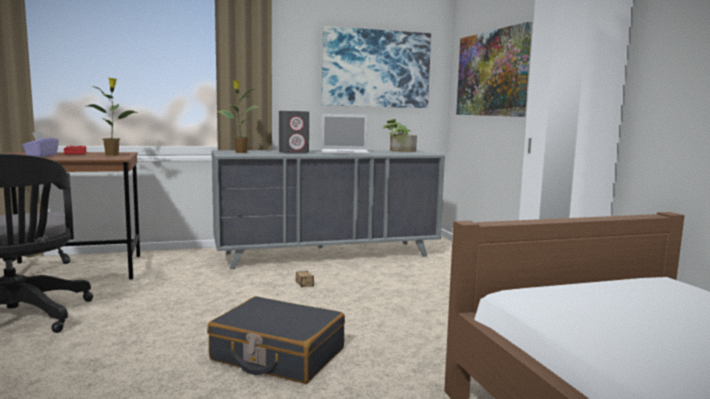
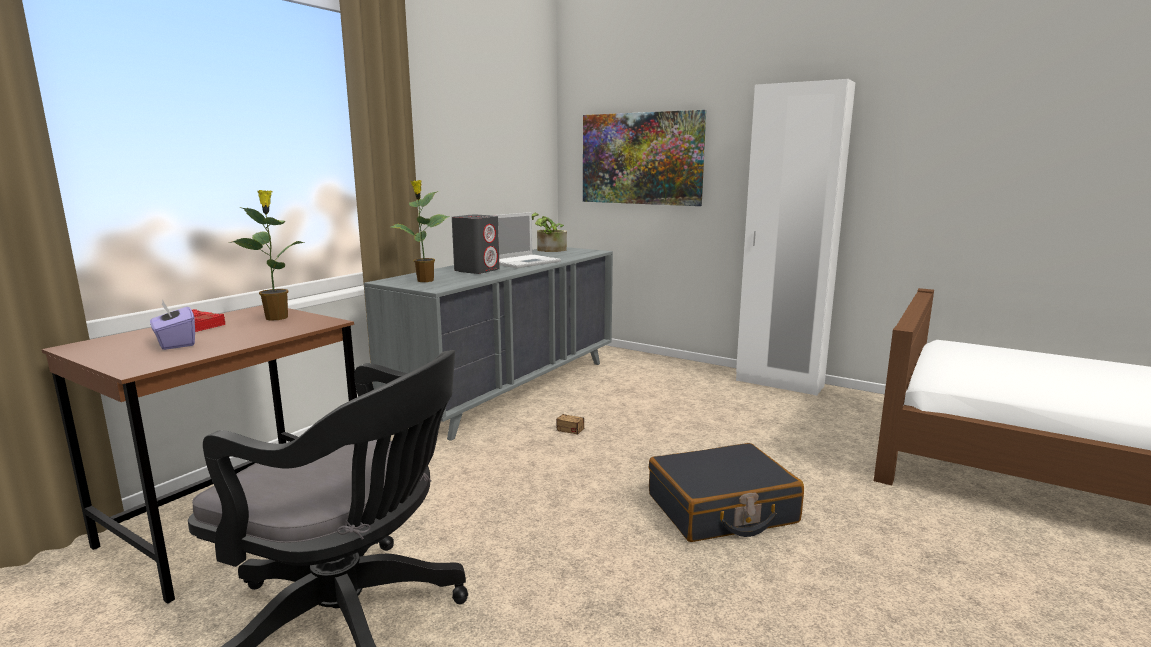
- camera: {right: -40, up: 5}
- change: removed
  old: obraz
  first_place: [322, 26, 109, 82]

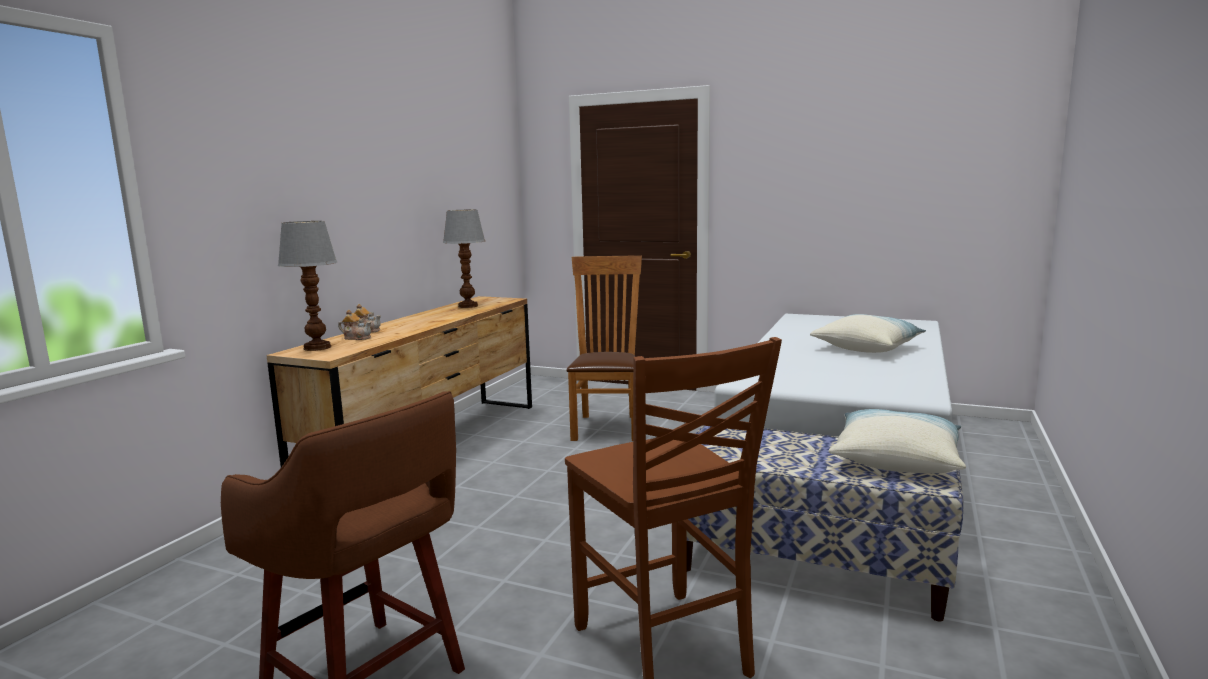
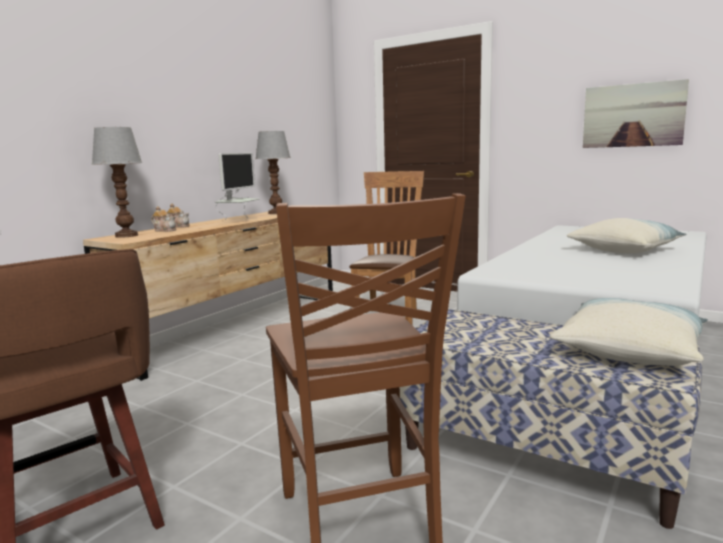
- camera: {right: 10, up: 0}
- change: added
  new: monitor
  second_place: [214, 153, 45, 67]
- change: added
  new: obraz
  second_place: [583, 79, 106, 69]

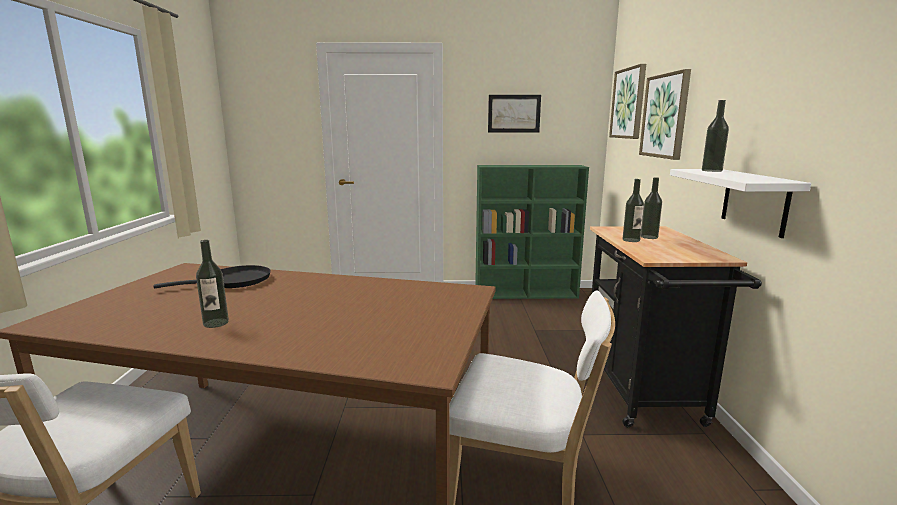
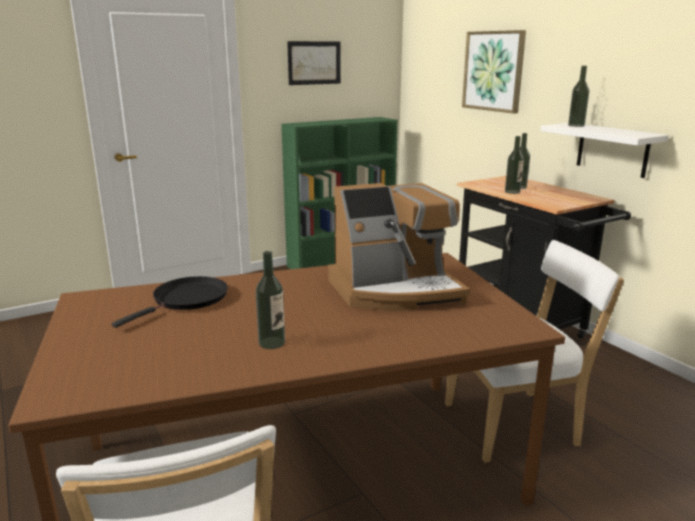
- camera: {right: -30, up: 5}
- change: removed
  old: obraz
  first_place: [609, 64, 37, 75]
- change: added
  new: ekspres do kawy
  second_place: [328, 183, 142, 128]

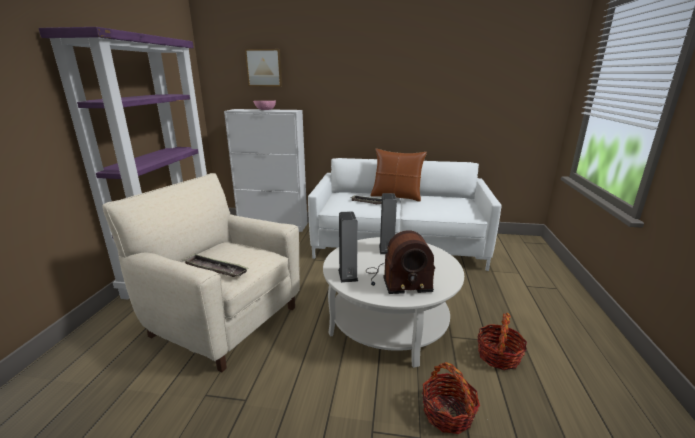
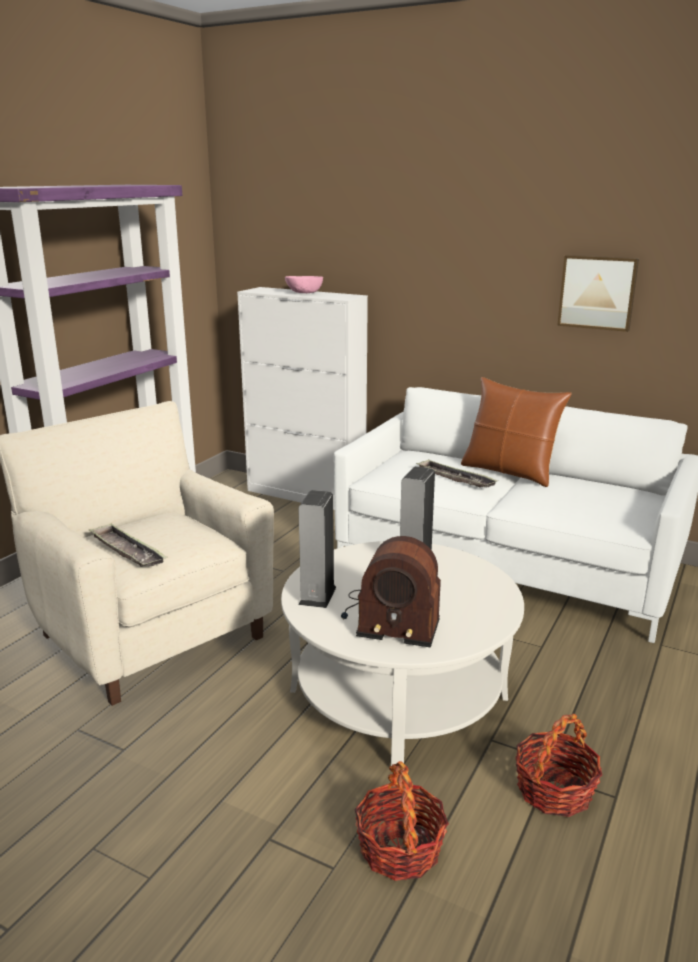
- camera: {right: 20, up: 0}
- change: moved
  old: obraz
  first_place: [245, 49, 37, 37]
  second_place: [557, 255, 82, 77]

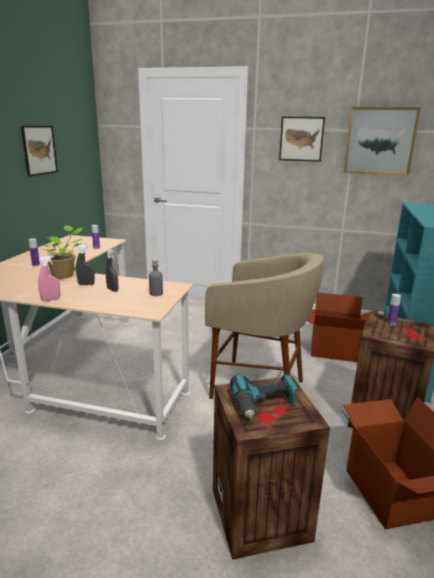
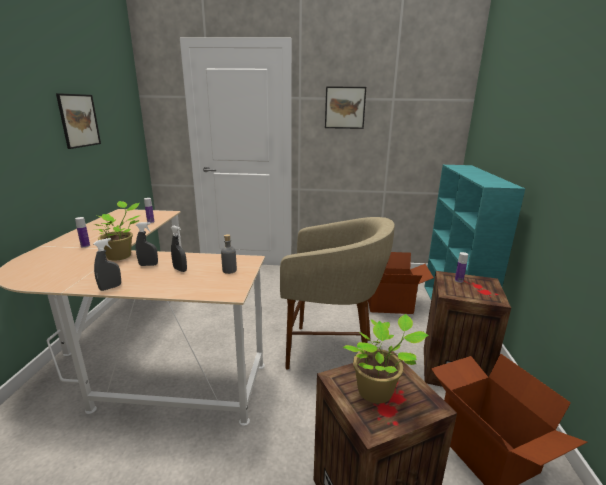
- camera: {right: -10, up: 0}
- change: removed
  old: obraz
  first_place: [344, 107, 77, 69]
- change: replaced
  old: wiertarka
  new: roślina doniczkowa
  first_place: [230, 374, 67, 45]
  second_place: [343, 314, 85, 89]
- change: recoloured
  old: spryskiwacz (różowy)
  new: spryskiwacz (szary)
  first_place: [38, 255, 22, 46]
  second_place: [93, 238, 28, 53]

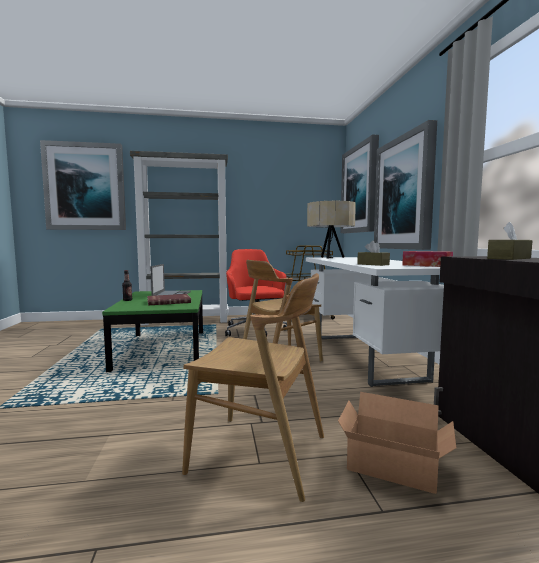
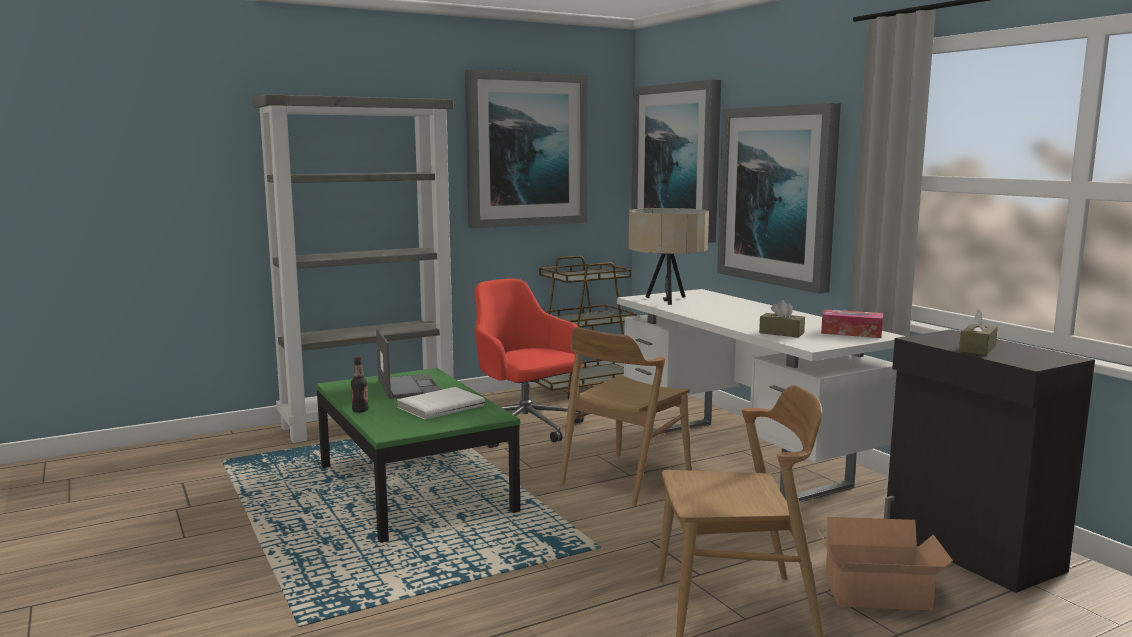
- camera: {right: -20, up: 5}
- change: moved
  old: obraz
  first_place: [40, 140, 86, 90]
  second_place: [465, 69, 123, 159]
- change: recoloured
  old: książka (czerwony)
  new: książka (biały)
  first_place: [147, 294, 44, 12]
  second_place: [397, 387, 88, 33]

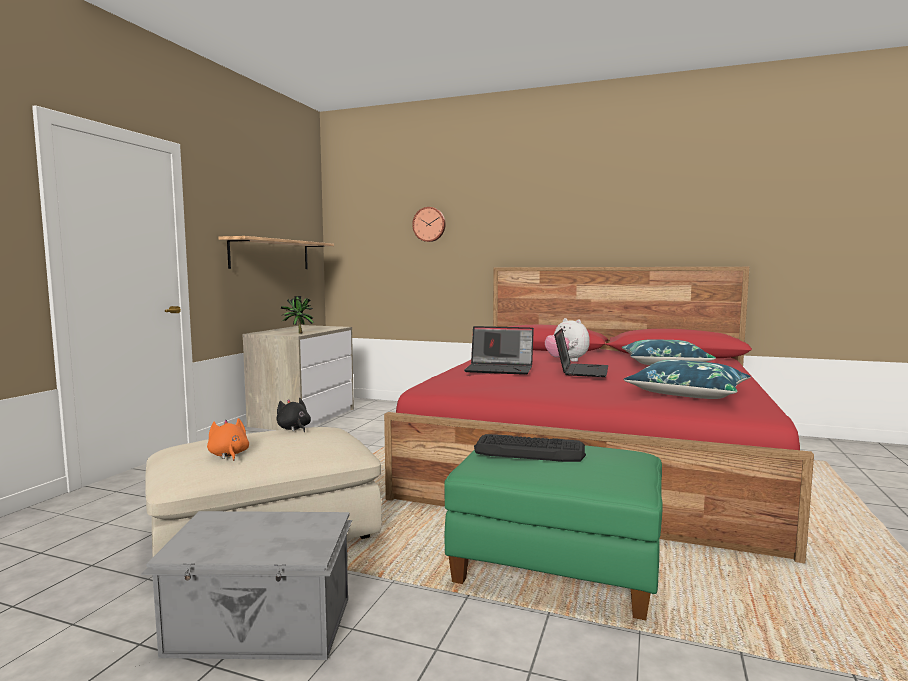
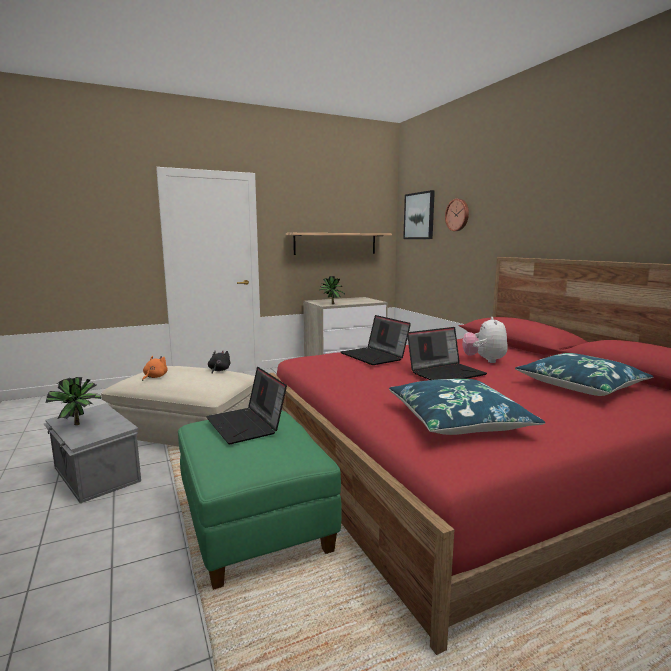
- camera: {right: 45, up: 5}
- change: added
  new: roślina doniczkowa
  second_place: [46, 377, 55, 48]
- change: added
  new: obraz
  second_place: [403, 190, 32, 49]
- change: replaced
  old: klawiatura
  new: laptop
  first_place: [474, 434, 112, 28]
  second_place: [206, 367, 81, 77]

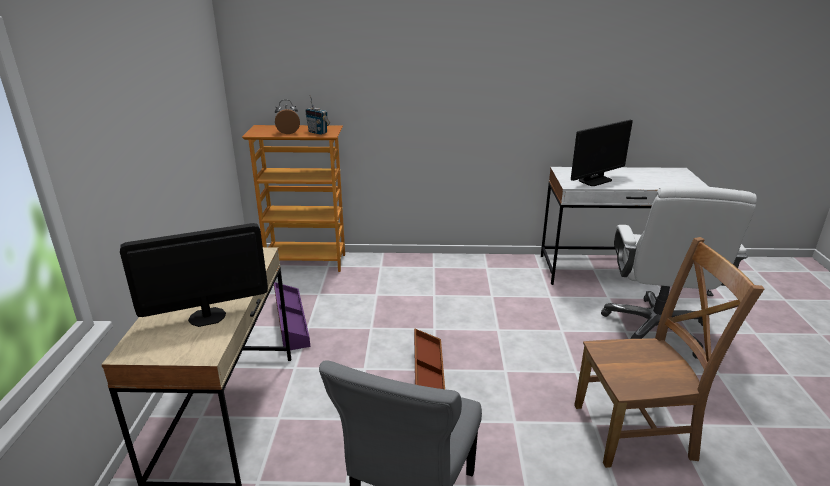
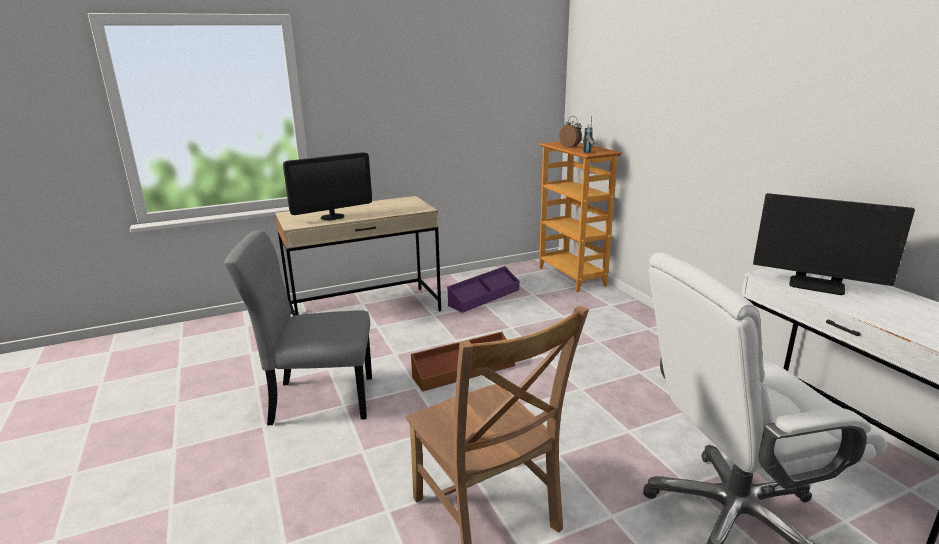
- camera: {right: 65, up: -5}
- change: turned
  old: monitor
  first_place: [120, 223, 148, 104]
  second_place: [283, 152, 89, 68]
  degrees: 105

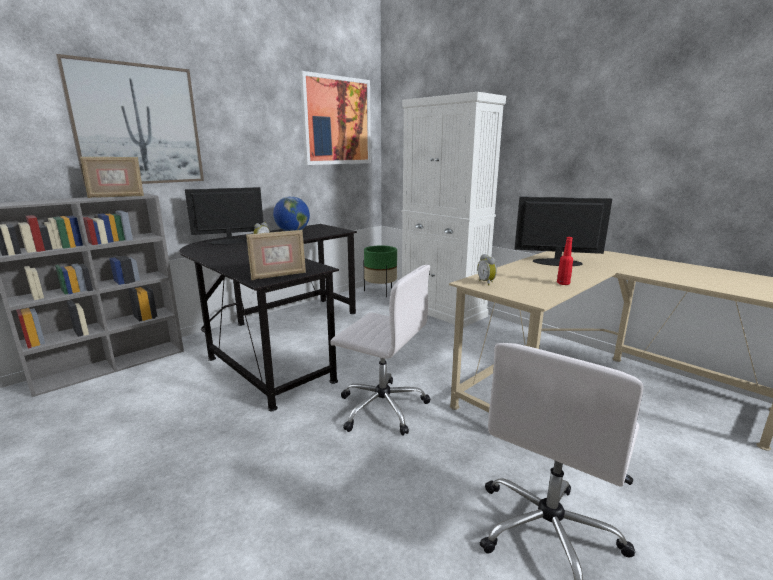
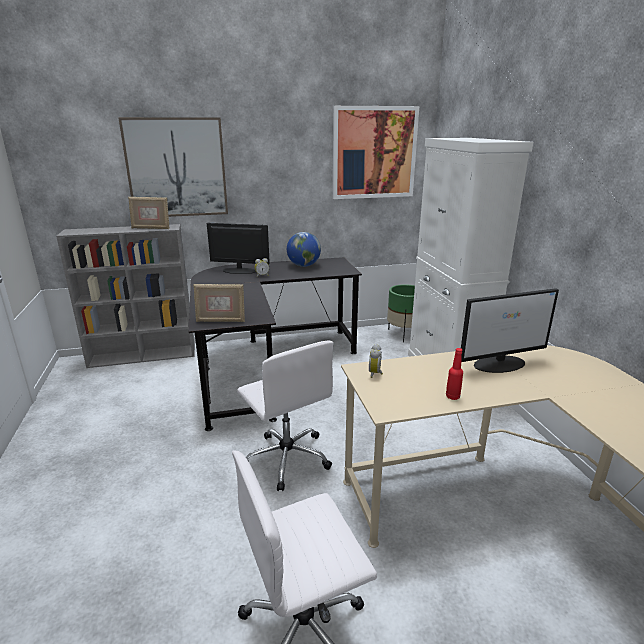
- camera: {right: 30, up: 5}
- change: turned
  old: monitor
  first_place: [514, 196, 98, 70]
  second_place: [461, 288, 98, 85]
  degrees: 120

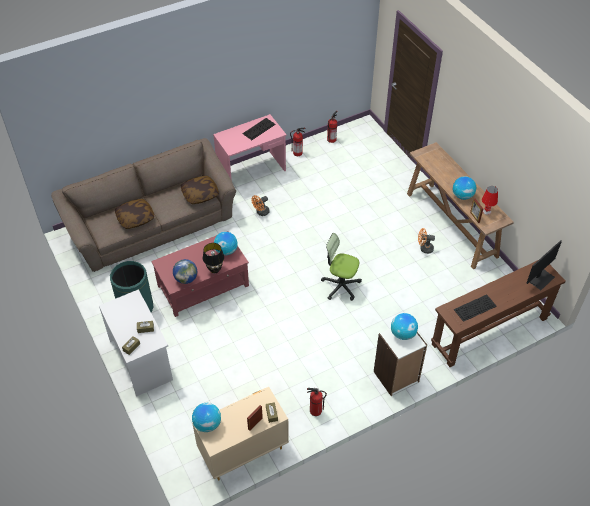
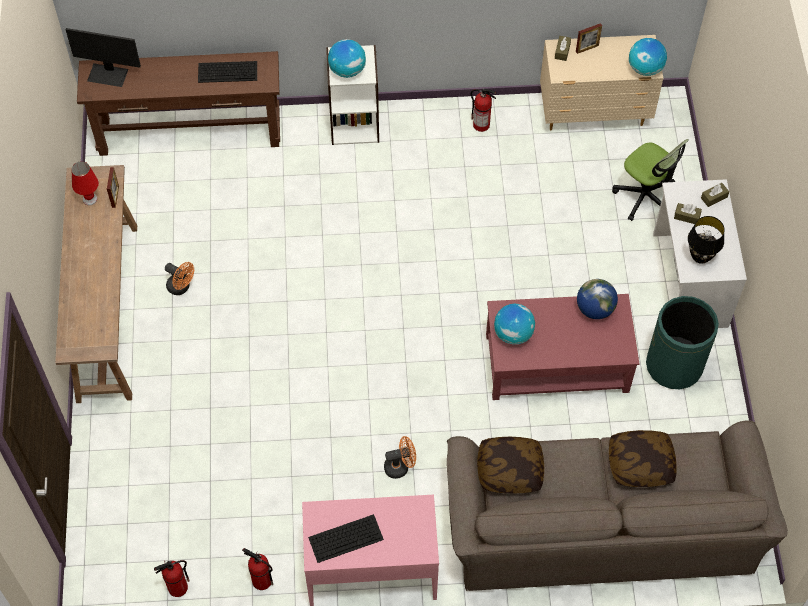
- camera: {right: -155, up: 10}
- change: removed
  old: globus
  first_place: [452, 176, 24, 24]
- change: moved
  old: lampa stołowa (czarny)
  first_place: [203, 243, 21, 30]
  second_place: [688, 216, 37, 48]
- change: moved
  old: krzesło biurowe
  first_place: [321, 233, 41, 68]
  second_place: [612, 139, 77, 82]
- change: turned
  old: monitor
  first_place: [527, 240, 35, 50]
  second_place: [66, 28, 75, 59]
  degrees: -150

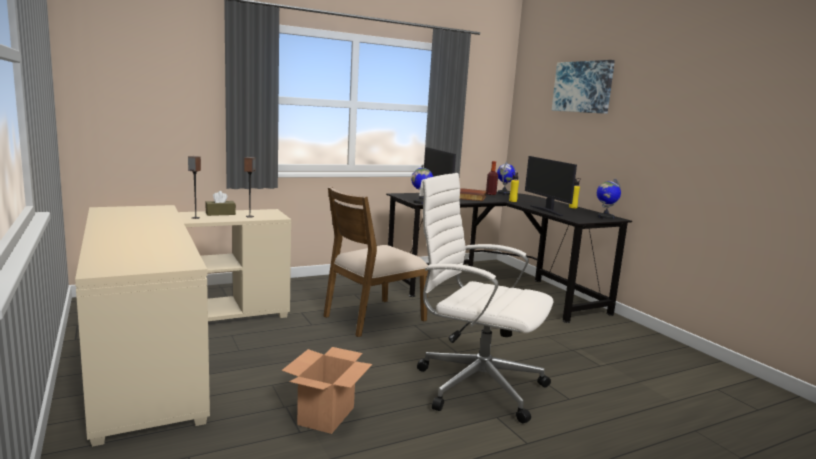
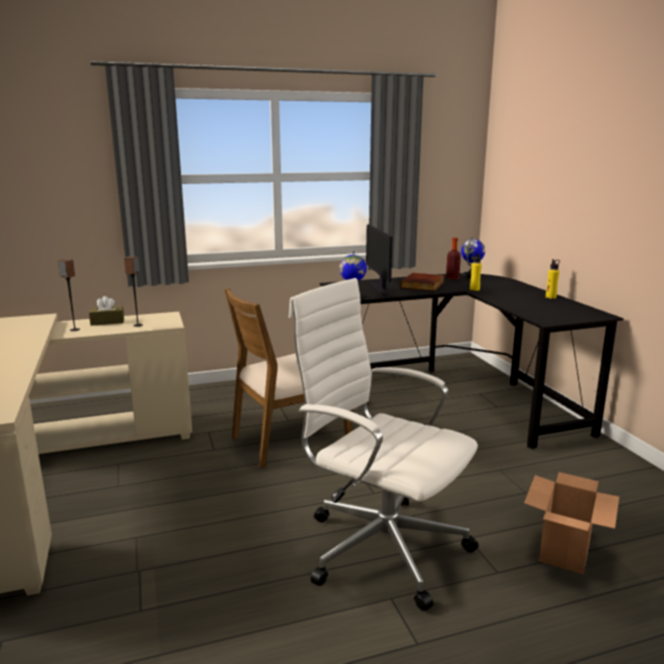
- camera: {right: 10, up: 5}
- change: removed
  old: monitor
  first_place: [525, 156, 52, 60]
- change: removed
  old: obraz
  first_place: [552, 60, 63, 54]
- change: removed
  old: globus
  first_place: [597, 179, 24, 40]
- change: moved
  old: karton
  first_place: [282, 347, 90, 87]
  second_place: [524, 472, 95, 102]

